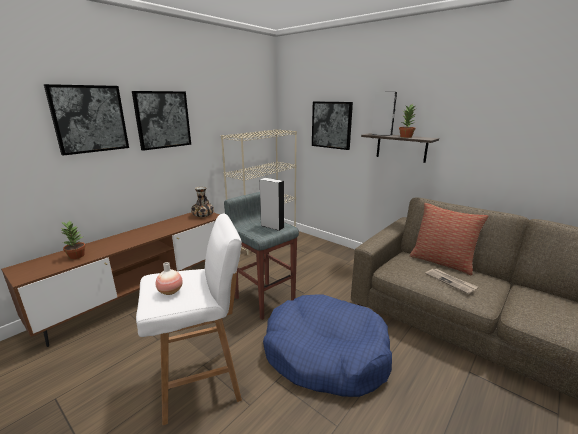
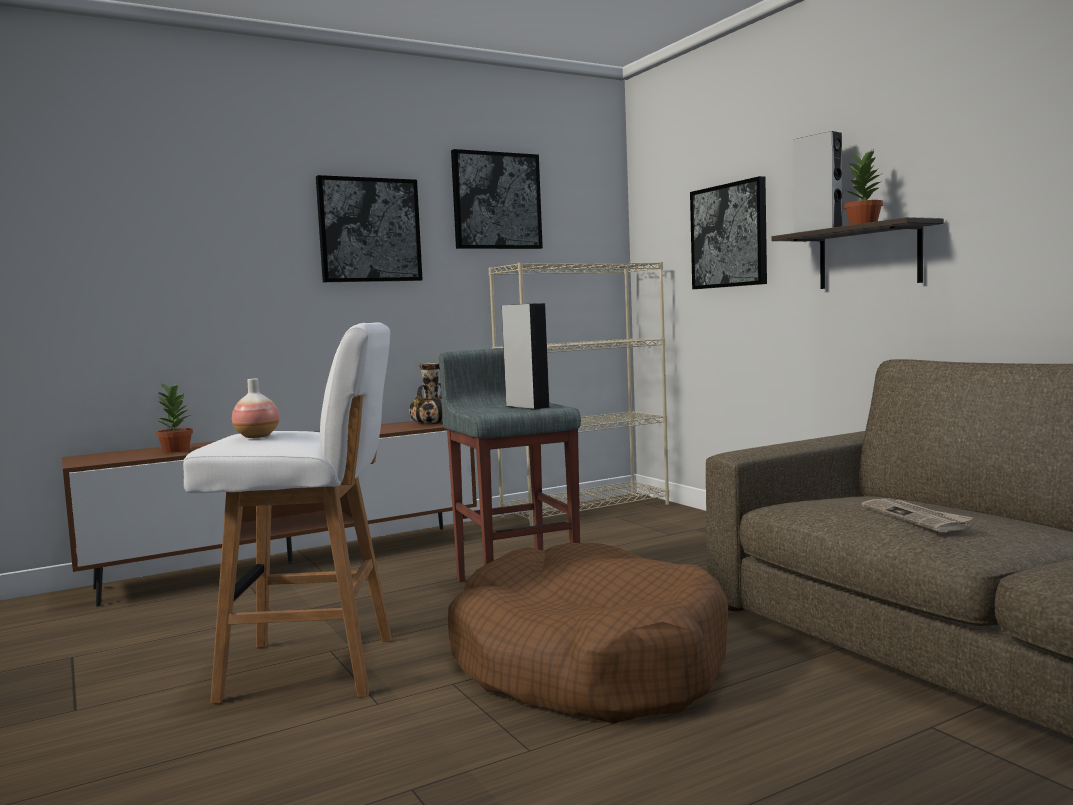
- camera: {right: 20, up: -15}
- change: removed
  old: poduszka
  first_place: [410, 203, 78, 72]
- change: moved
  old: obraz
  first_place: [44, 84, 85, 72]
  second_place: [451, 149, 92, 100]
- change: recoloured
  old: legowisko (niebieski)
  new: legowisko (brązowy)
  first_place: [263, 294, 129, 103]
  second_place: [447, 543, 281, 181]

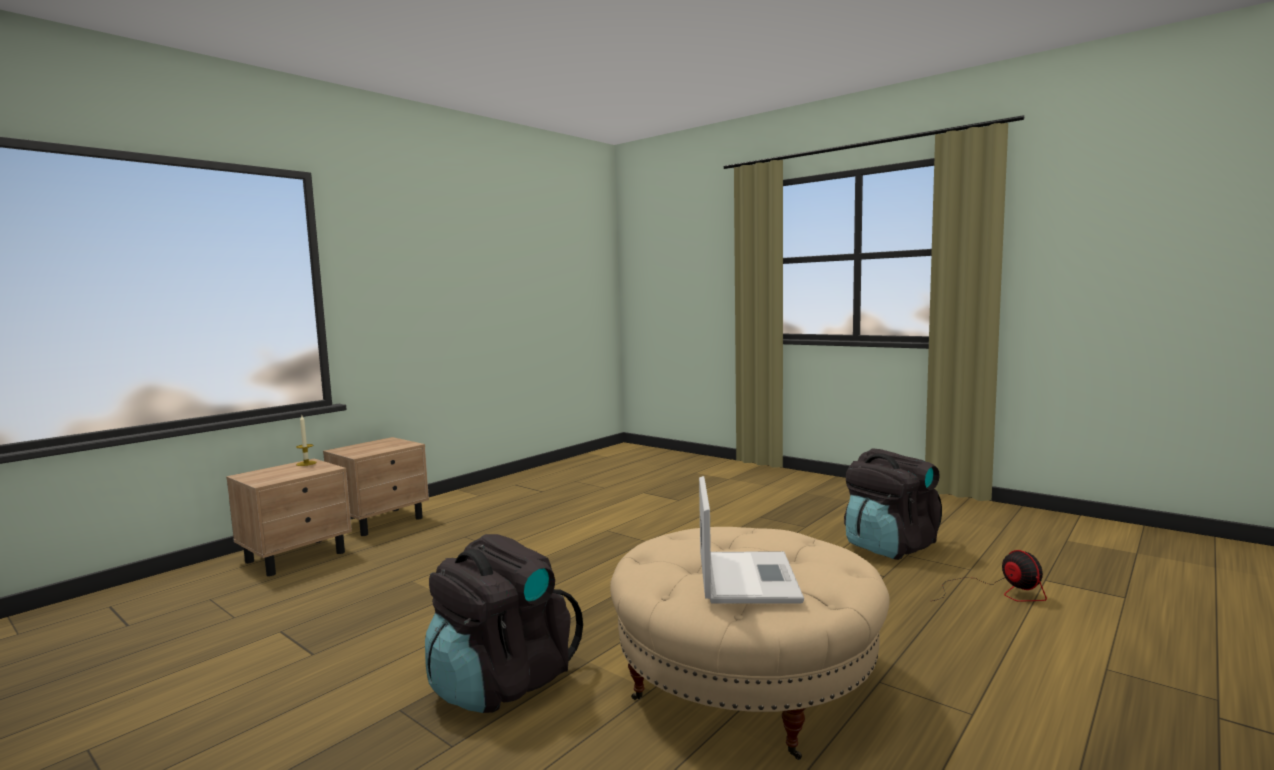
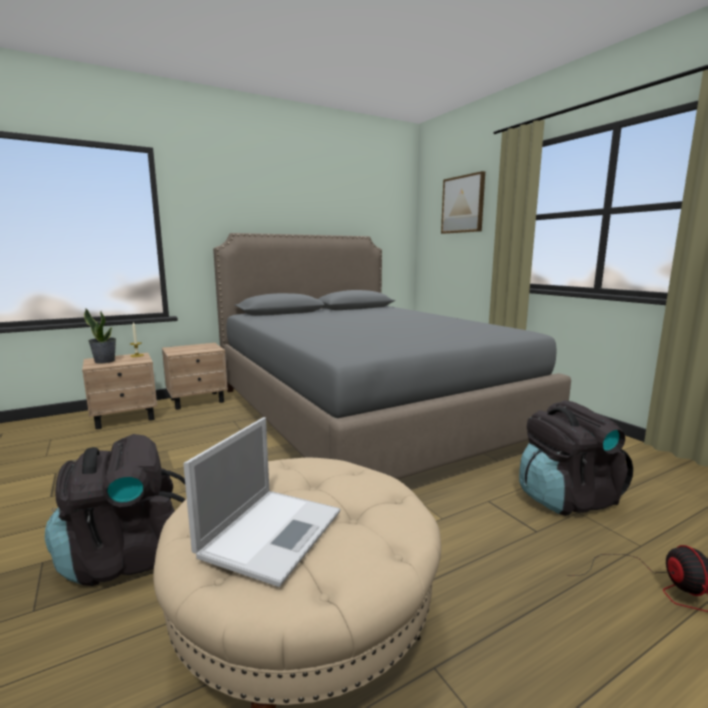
- camera: {right: 20, up: 5}
- change: added
  new: roślina doniczkowa
  second_place: [84, 308, 32, 56]
- change: added
  new: łóżko (szary)
  second_place: [213, 233, 358, 247]
- change: added
  new: obraz
  second_place: [441, 171, 44, 63]

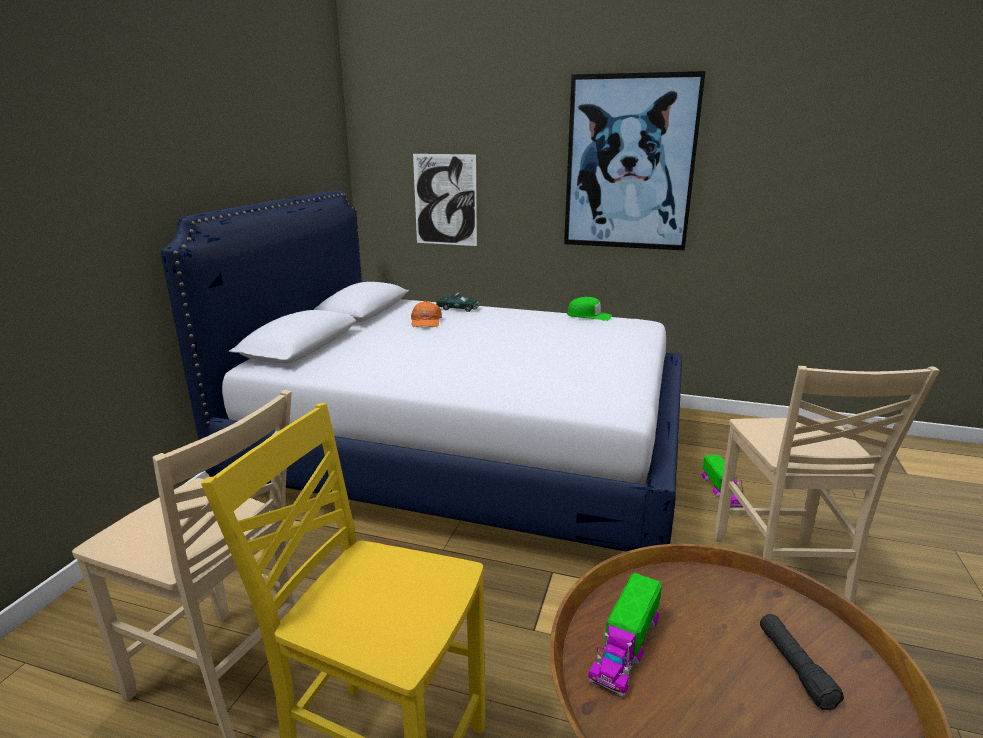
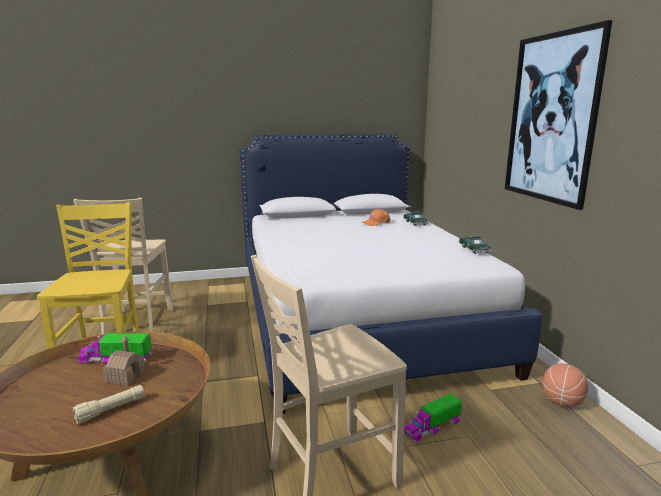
- camera: {right: 60, up: -5}
- change: removed
  old: obraz
  first_place: [413, 154, 64, 92]
- change: added
  new: domek
  second_place: [103, 335, 42, 51]
- change: added
  new: piłka do koszykówki
  second_place: [542, 363, 46, 44]
- change: replaced
  old: czapka z daszkiem (zielony)
  new: samochodzik
  first_place: [567, 297, 45, 24]
  second_place: [459, 236, 33, 18]
- change: recoloured
  old: latarka (czarny)
  new: latarka (beżowy)
  first_place: [760, 614, 84, 96]
  second_place: [73, 385, 72, 39]

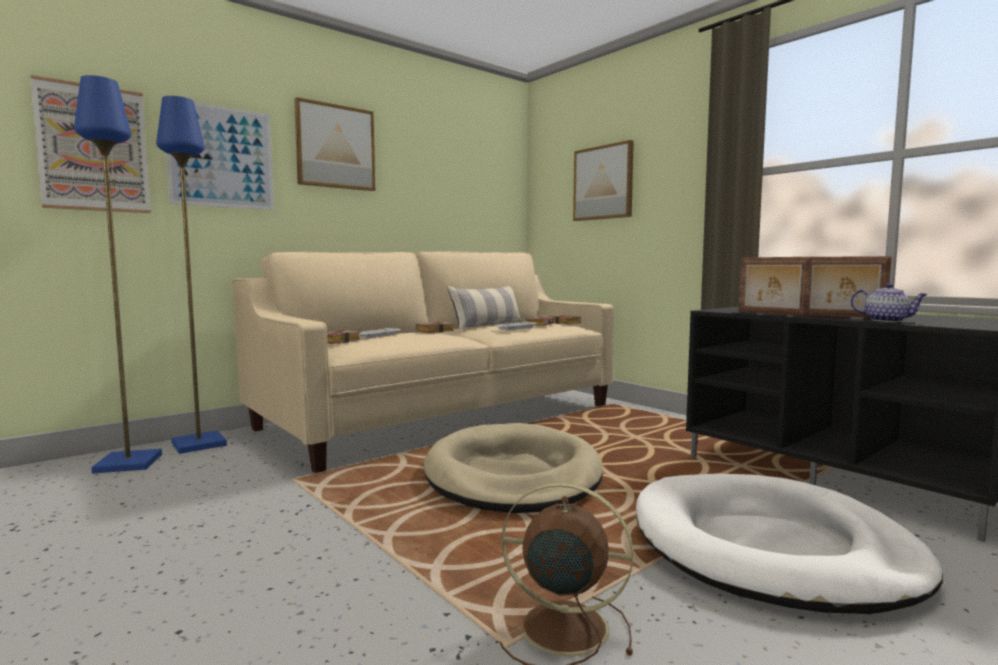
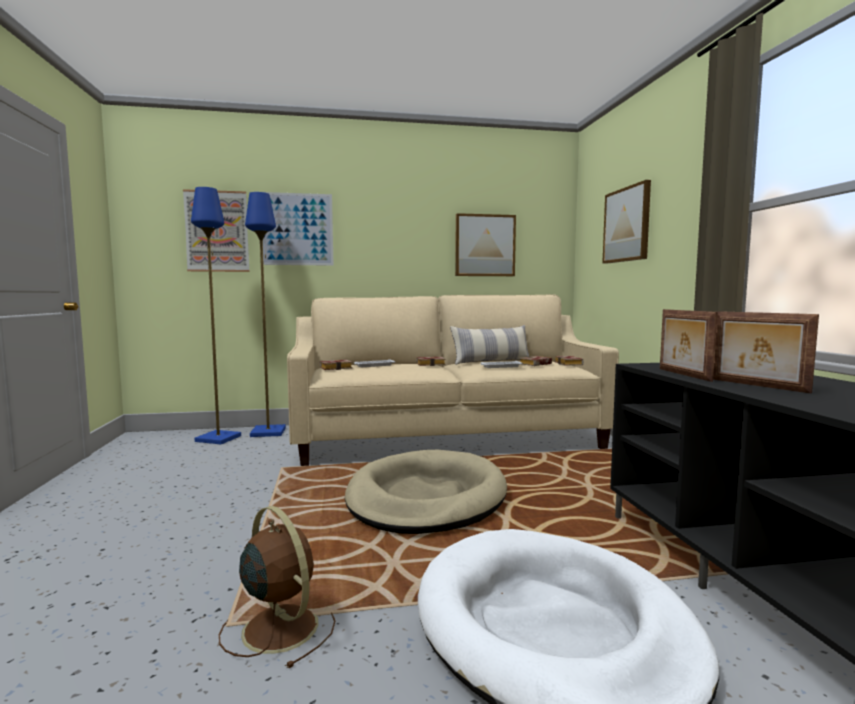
- camera: {right: 30, up: 0}
- change: removed
  old: imbryk
  first_place: [850, 283, 78, 39]
- change: moved
  old: obraz
  first_place: [294, 97, 81, 94]
  second_place: [455, 213, 61, 63]

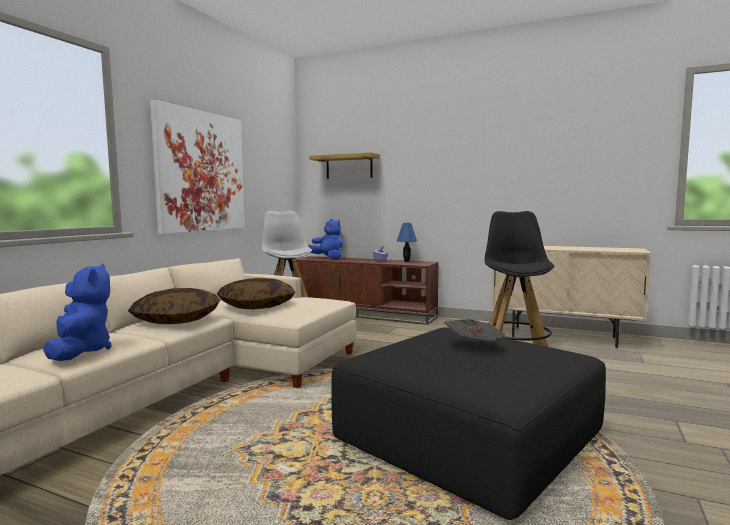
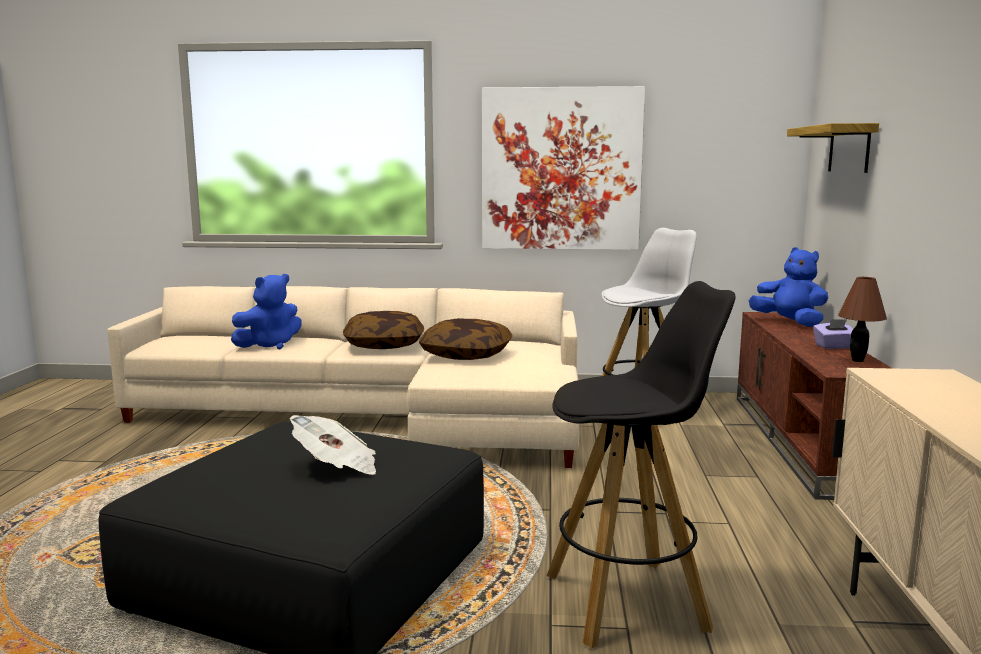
- camera: {right: 70, up: 5}
- change: recoloured
  old: lampa stołowa (niebieski)
  new: lampa stołowa (brązowy)
  first_place: [397, 223, 20, 39]
  second_place: [838, 277, 49, 85]
- change: turned
  old: pluszak (niebieski)
  first_place: [309, 219, 35, 41]
  second_place: [749, 247, 79, 80]
  degrees: -60

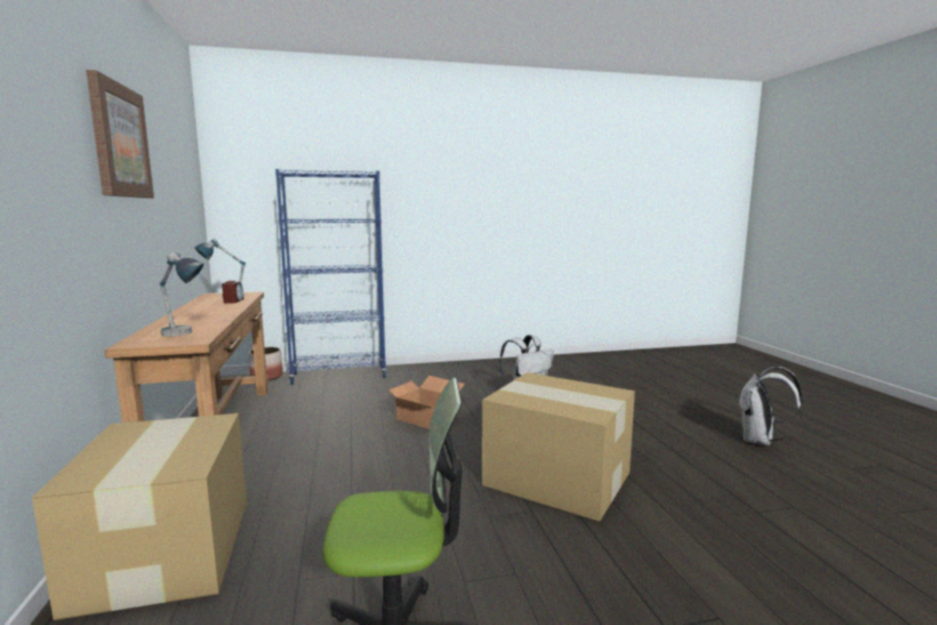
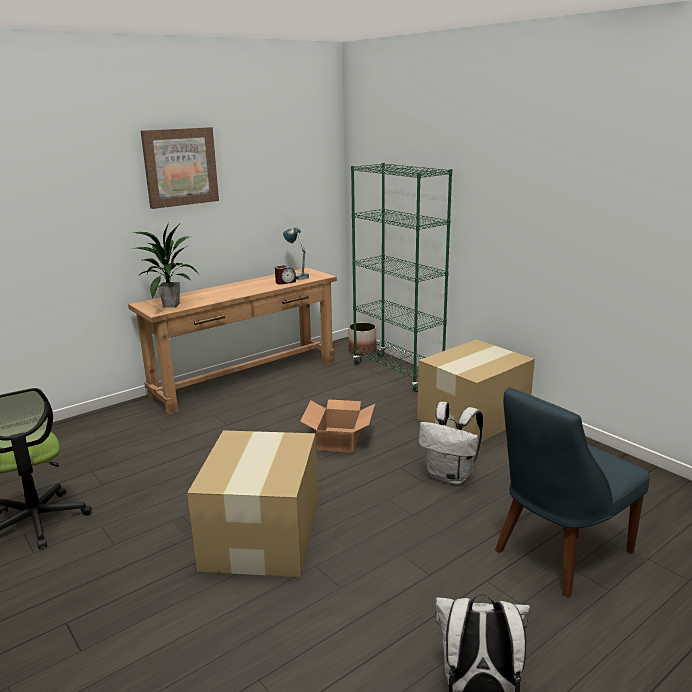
- camera: {right: 65, up: 10}
- change: added
  new: krzesło (niebieski)
  second_place: [495, 387, 155, 210]
- change: moved
  old: karton
  first_place: [32, 413, 215, 207]
  second_place: [417, 339, 118, 105]
- change: replaced
  old: lampa stołowa
  new: roślina doniczkowa
  first_place: [160, 252, 44, 85]
  second_place: [133, 222, 65, 86]
- change: recoloured
  old: regał (niebieski)
  new: regał (zielony)
  first_place: [276, 169, 111, 216]
  second_place: [351, 163, 101, 229]

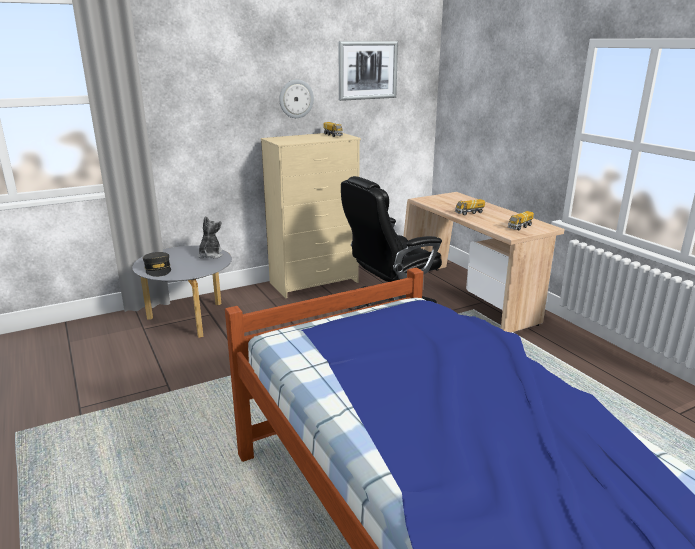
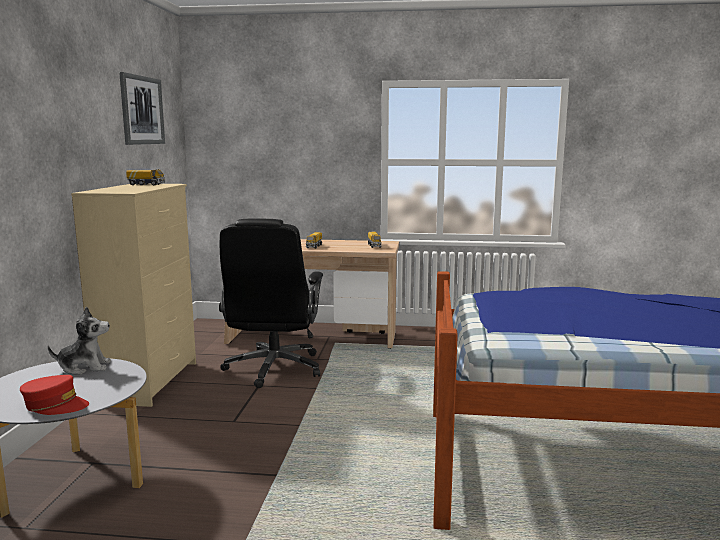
- camera: {right: -55, up: -10}
- change: removed
  old: zegar ścienny
  first_place: [279, 80, 35, 38]
- change: recoloured
  old: czapka z daszkiem (szary)
  new: czapka z daszkiem (czerwony)
  first_place: [143, 252, 28, 25]
  second_place: [20, 375, 69, 40]
- change: turned
  old: pluszak
  first_place: [198, 216, 25, 43]
  second_place: [48, 306, 63, 69]
  degrees: 135

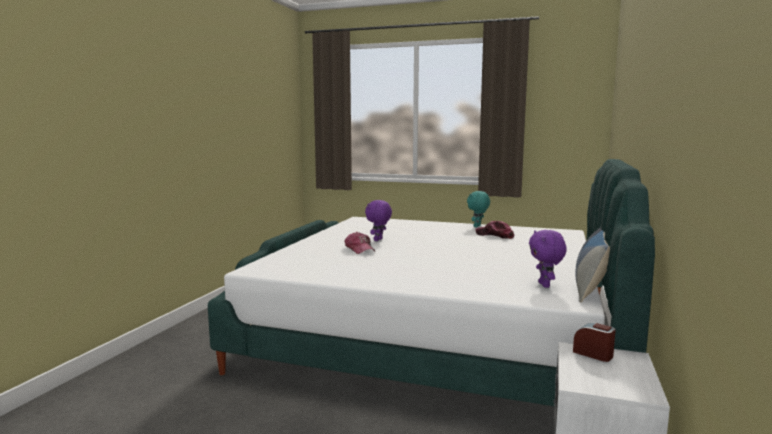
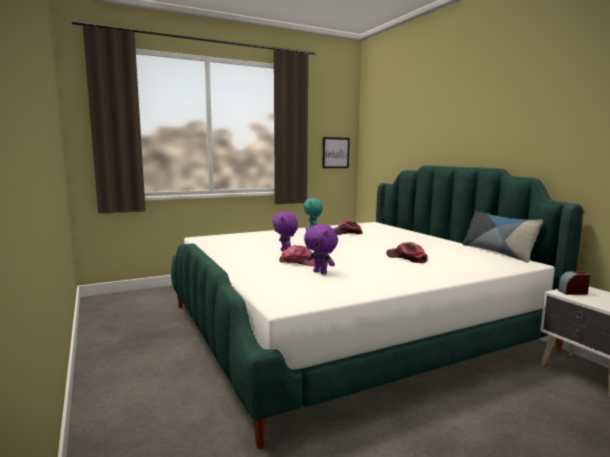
- camera: {right: -45, up: 0}
- change: added
  new: obraz
  second_place: [322, 137, 28, 31]
- change: added
  new: czapka z daszkiem
  second_place: [386, 242, 42, 21]
- change: moved
  old: pluszak (fioletowy)
  first_place: [529, 230, 37, 58]
  second_place: [304, 224, 34, 50]

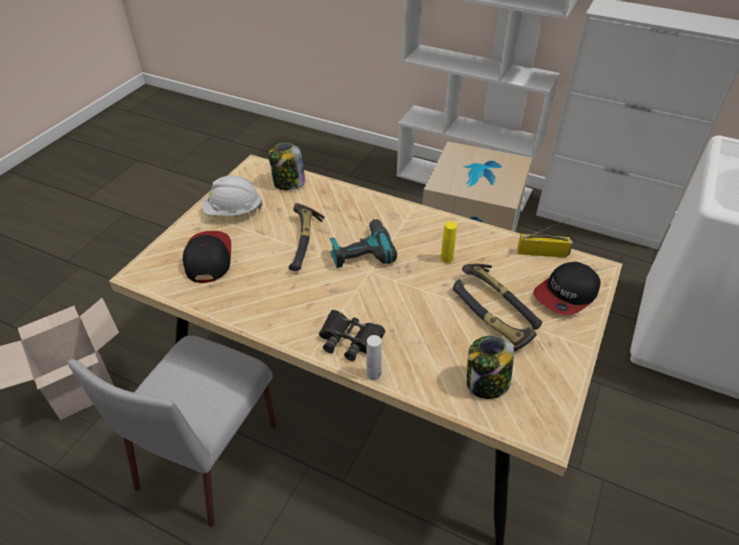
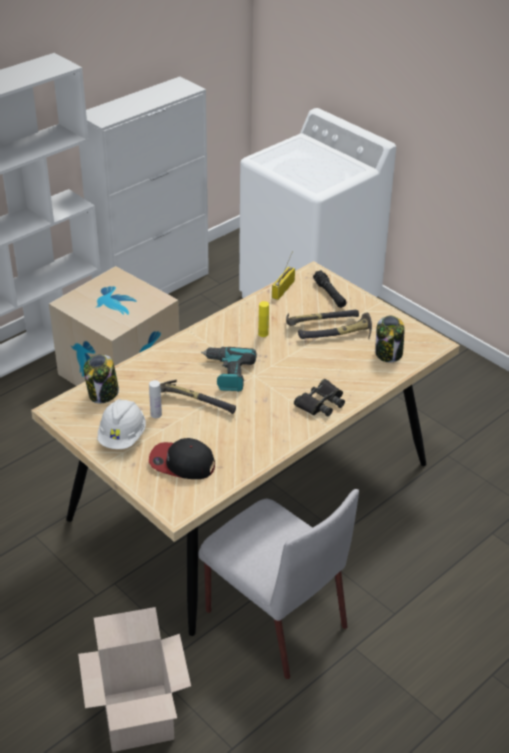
- camera: {right: -70, up: -5}
- change: moved
  old: butelka (biały)
  first_place: [366, 335, 16, 45]
  second_place: [149, 380, 13, 38]
- change: replaced
  old: czapka z daszkiem
  new: latarka (czarny)
  first_place: [534, 262, 67, 54]
  second_place: [313, 270, 34, 38]

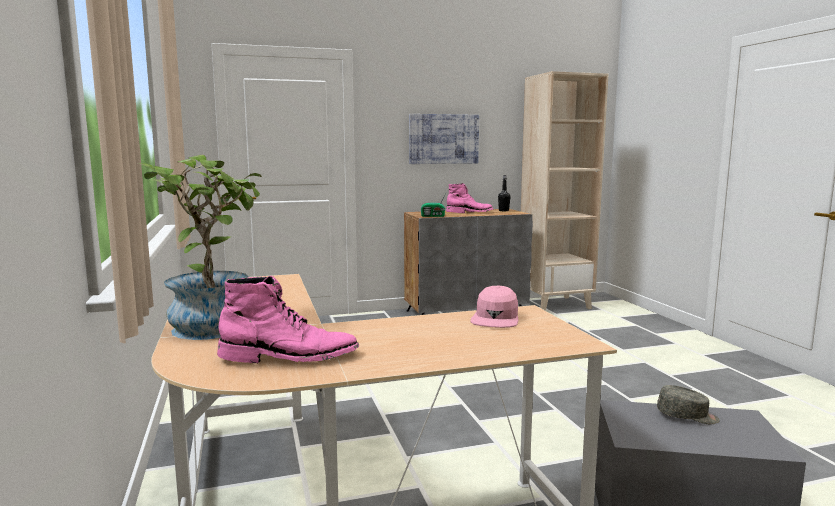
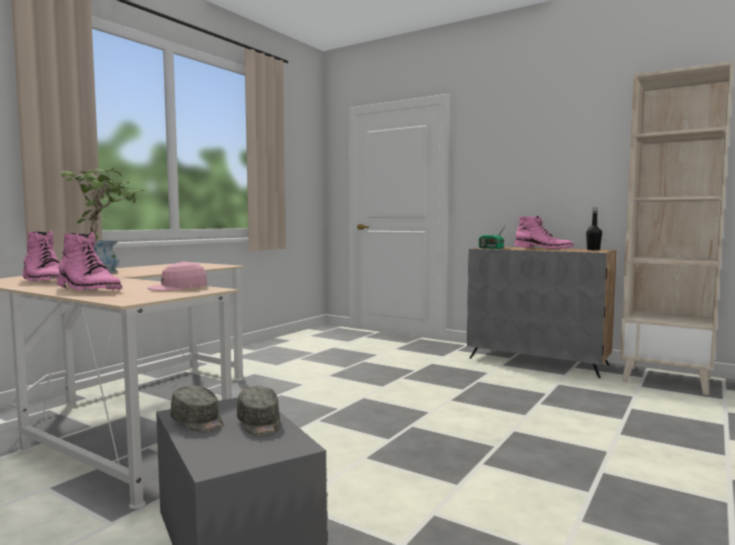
- camera: {right: 50, up: -5}
- change: removed
  old: obraz
  first_place: [409, 114, 70, 50]
- change: added
  new: but z cholewką (różowy)
  second_place: [57, 232, 66, 58]
- change: added
  new: czapka z daszkiem (szary)
  second_place: [171, 386, 53, 47]

